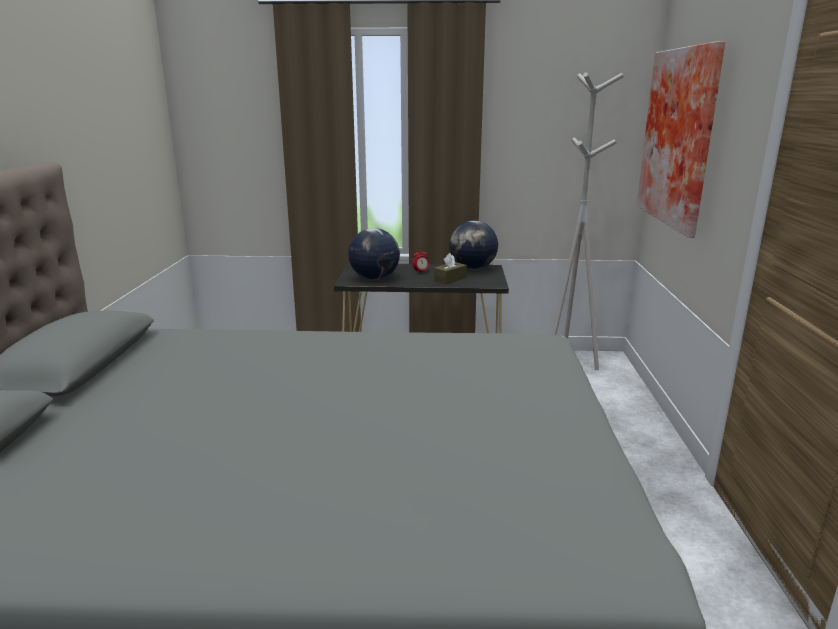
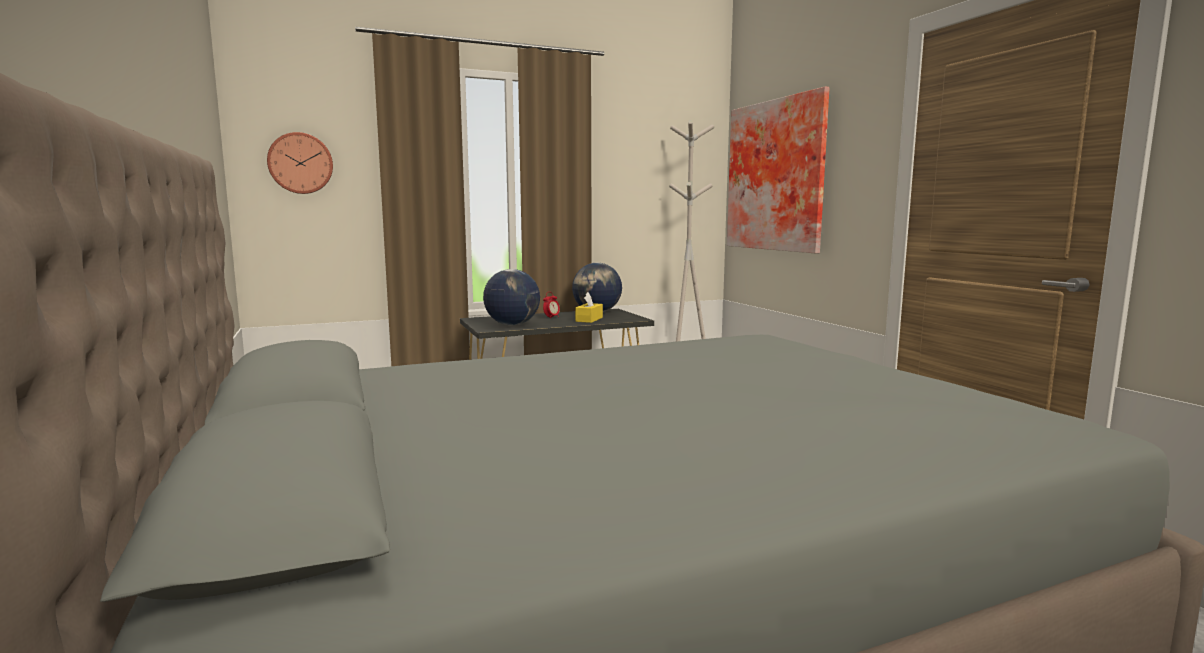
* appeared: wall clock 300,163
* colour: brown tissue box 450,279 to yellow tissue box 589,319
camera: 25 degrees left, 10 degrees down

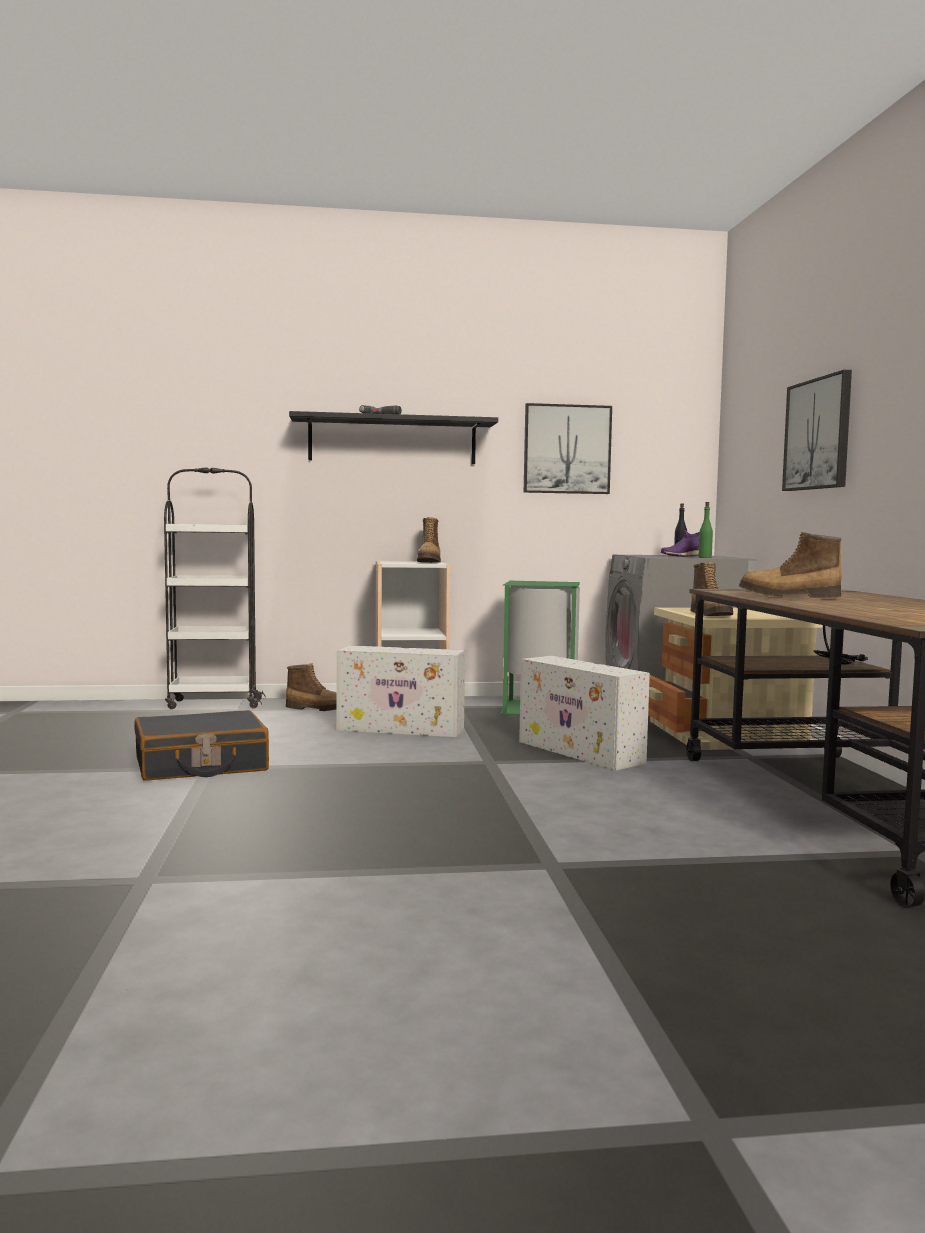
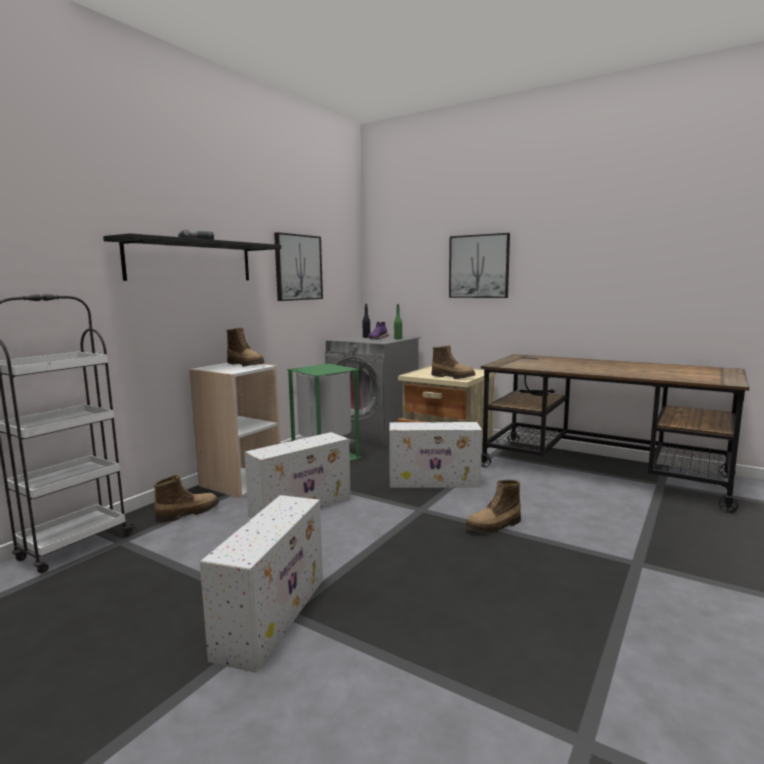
* exchanged: black suitcase 201,765 to white storage box 273,614
* relocated: boot 788,596 to 494,526
camera: 50 degrees left, 5 degrees up

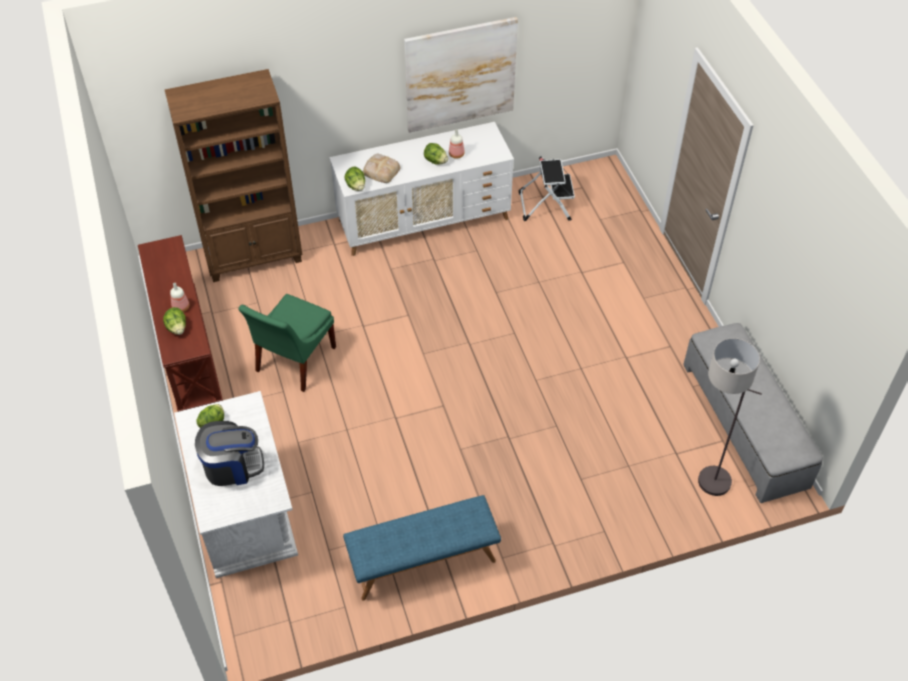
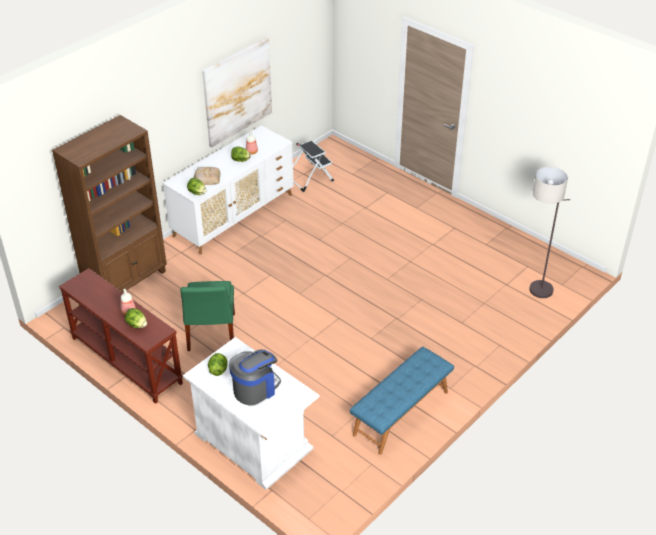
* missing: grey bench 745,425
camera: 30 degrees left, 10 degrees down

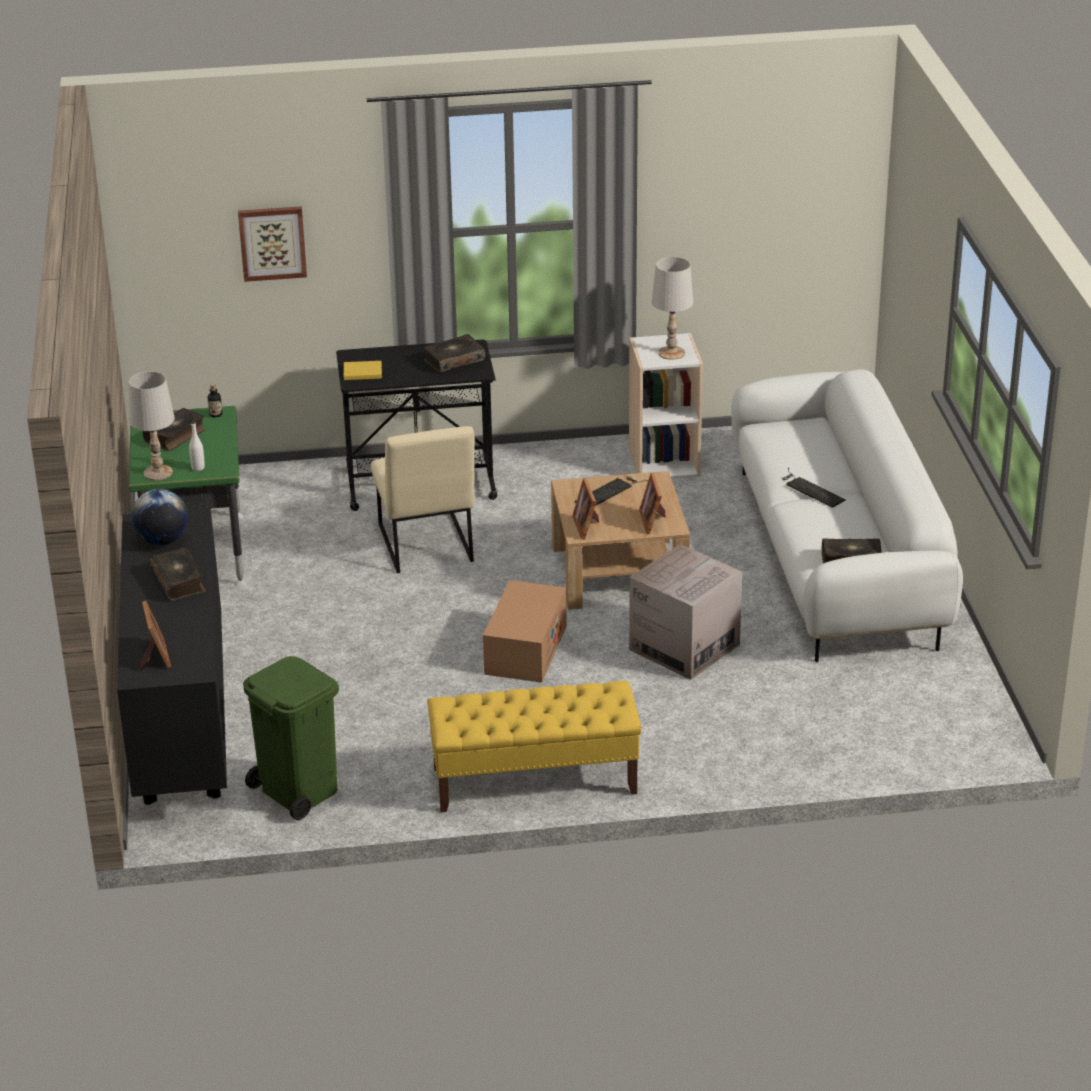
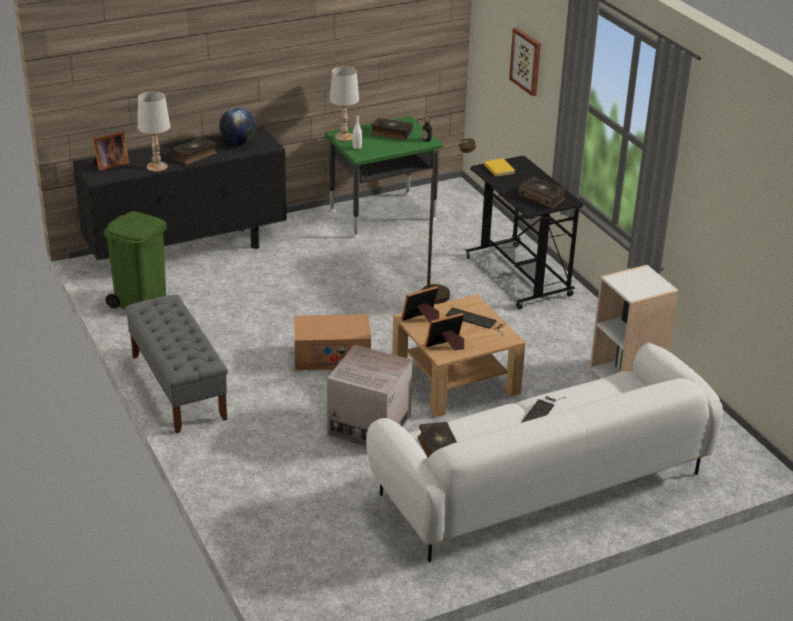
* colour: yellow bench 534,781 to grey bench 178,387
* relocated: white table lamp 671,353 to 157,167
* exchanged: beige chair 425,545 to brown floor lamp 441,293
camera: 70 degrees right, 0 degrees up

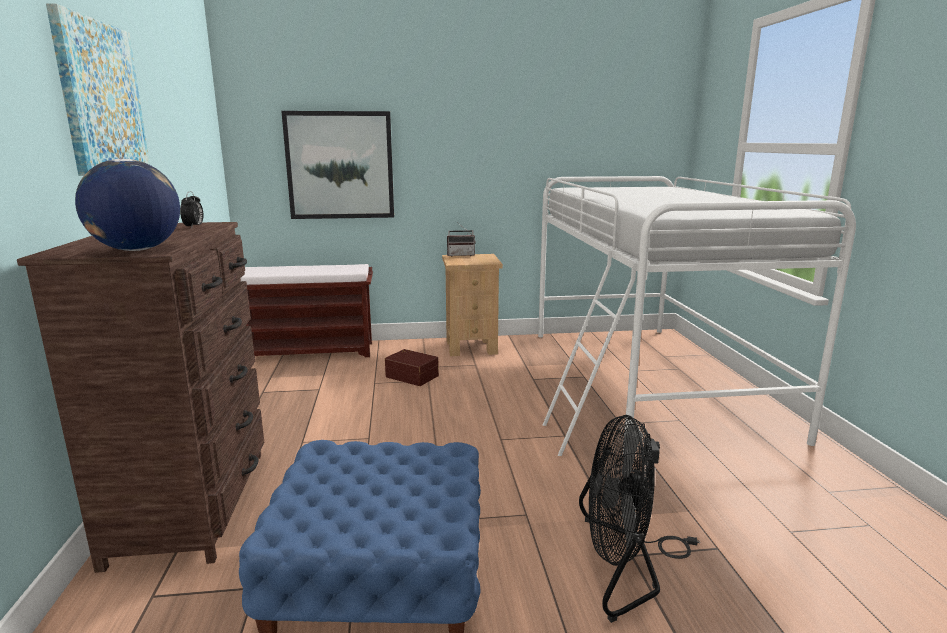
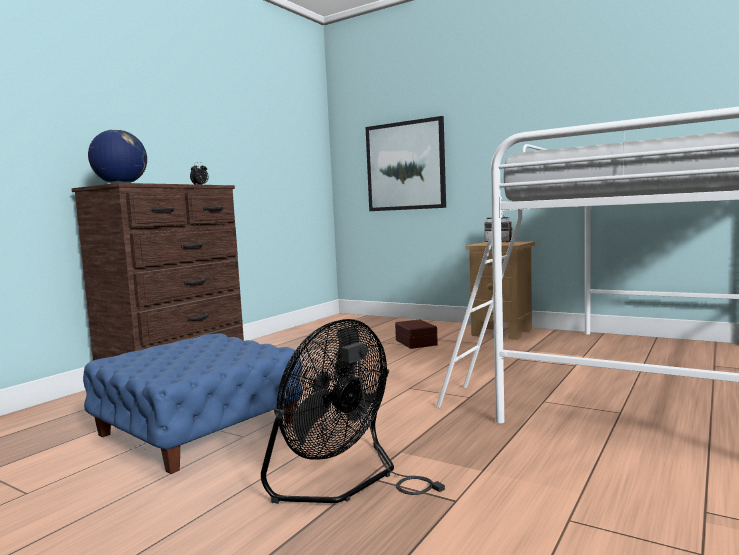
* missing: picture 101,98
* missing: brown bench 311,351
camera: 40 degrees right, 10 degrees down

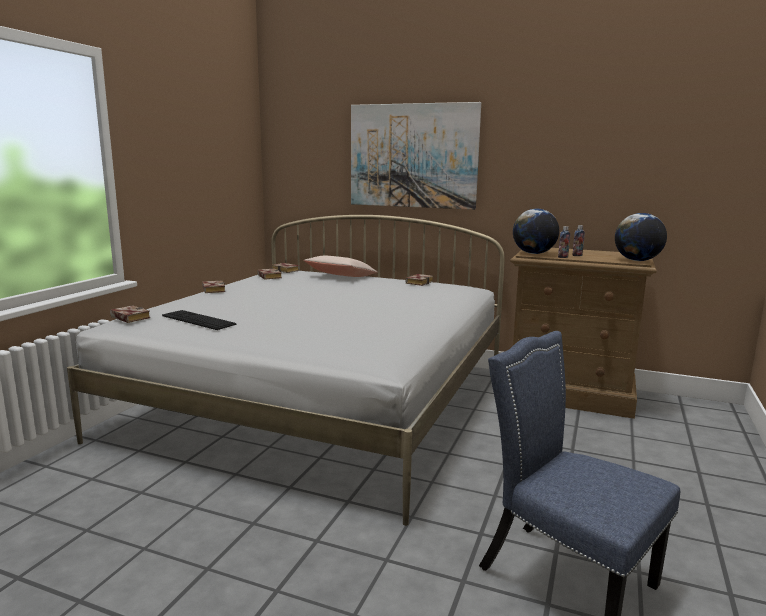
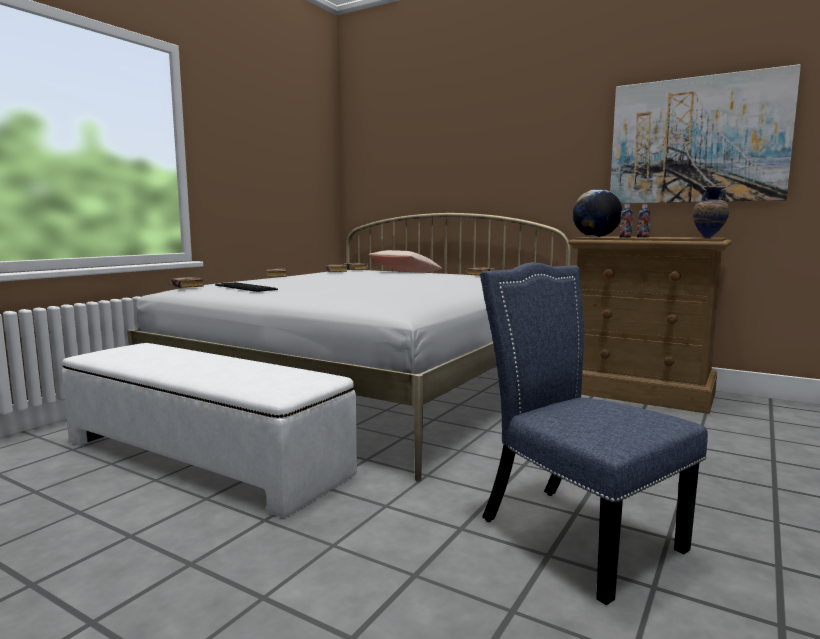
* appeared: white bench 205,457
* relocated: picture 413,156 to 697,140
* exchanged: globe 637,260 to vase 708,238
camera: 10 degrees right, 5 degrees down

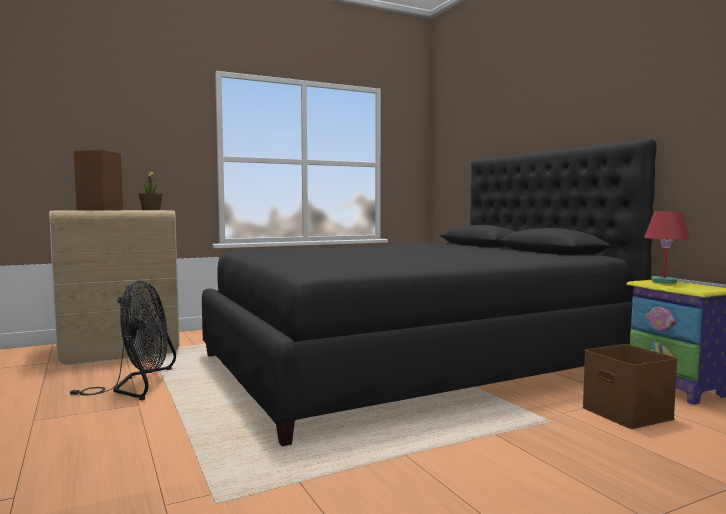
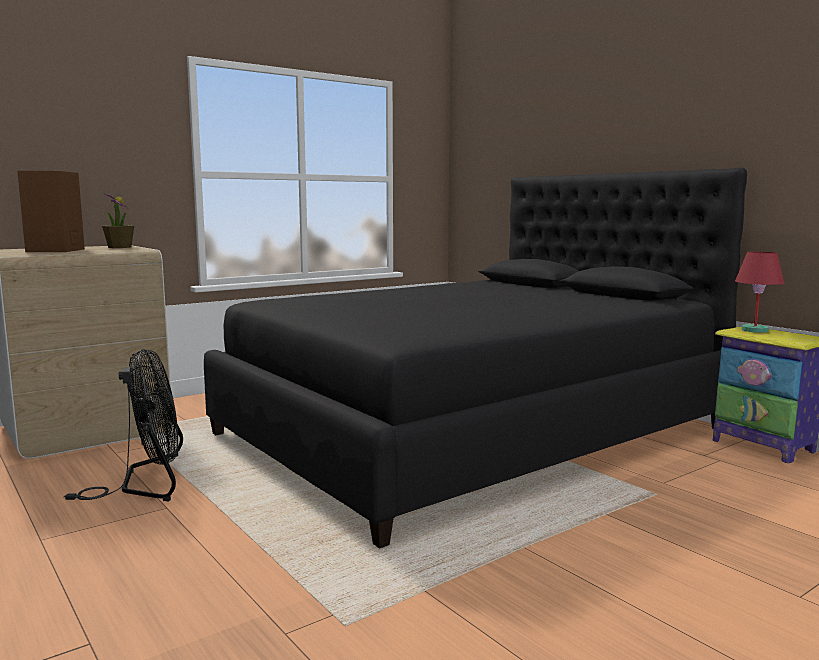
* missing: brown storage box 629,413
camera: 10 degrees left, 5 degrees up

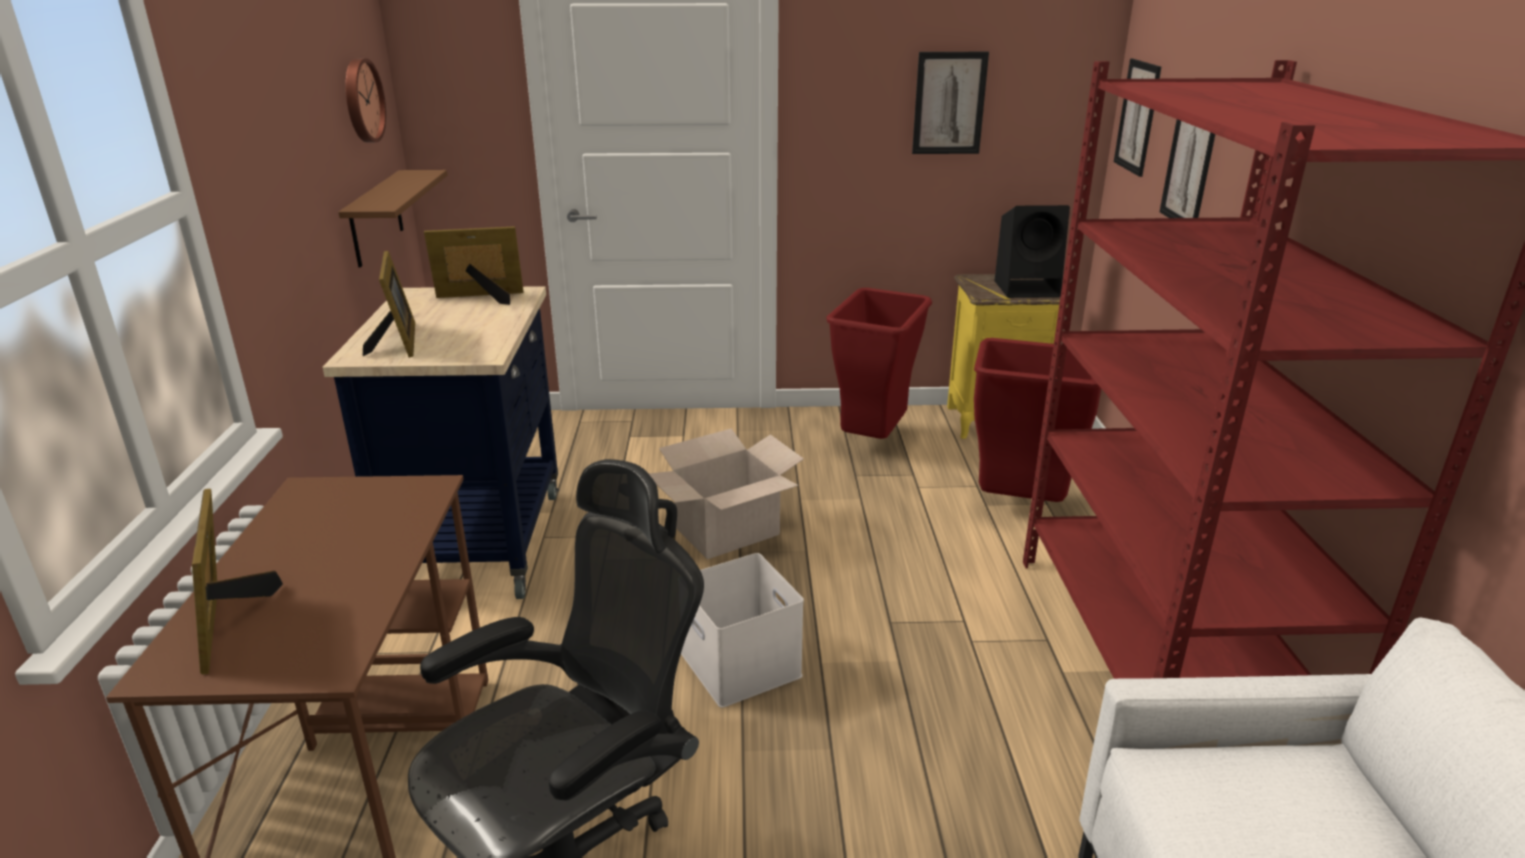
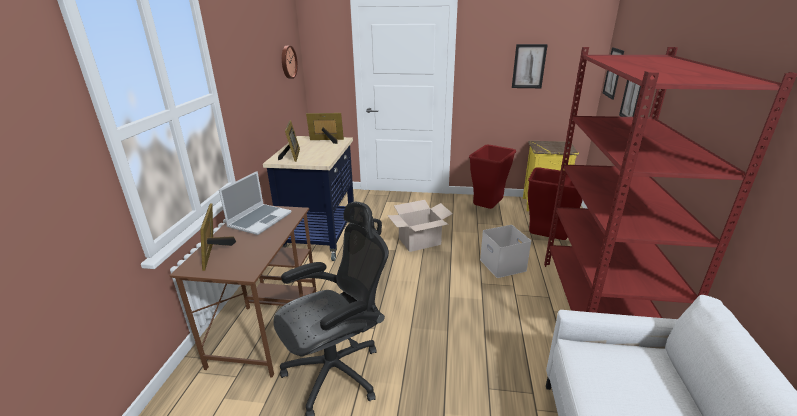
* appeared: laptop 260,220
* relocated: white storage box 743,665 to 504,265
* missing: brown shelf 376,218
* missing: black speaker 1028,289
camera: 10 degrees right, 0 degrees up

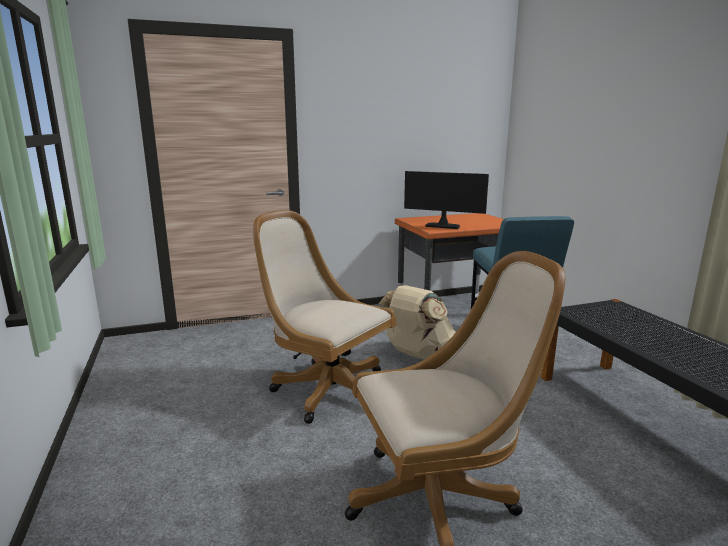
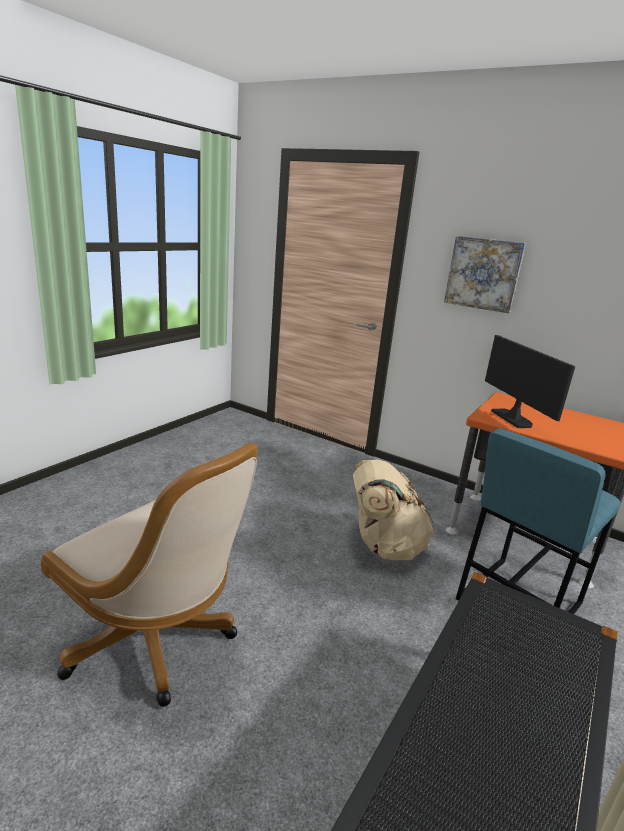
* appeared: picture 483,274
* missing: office chair 324,387
camera: 50 degrees right, 5 degrees up

